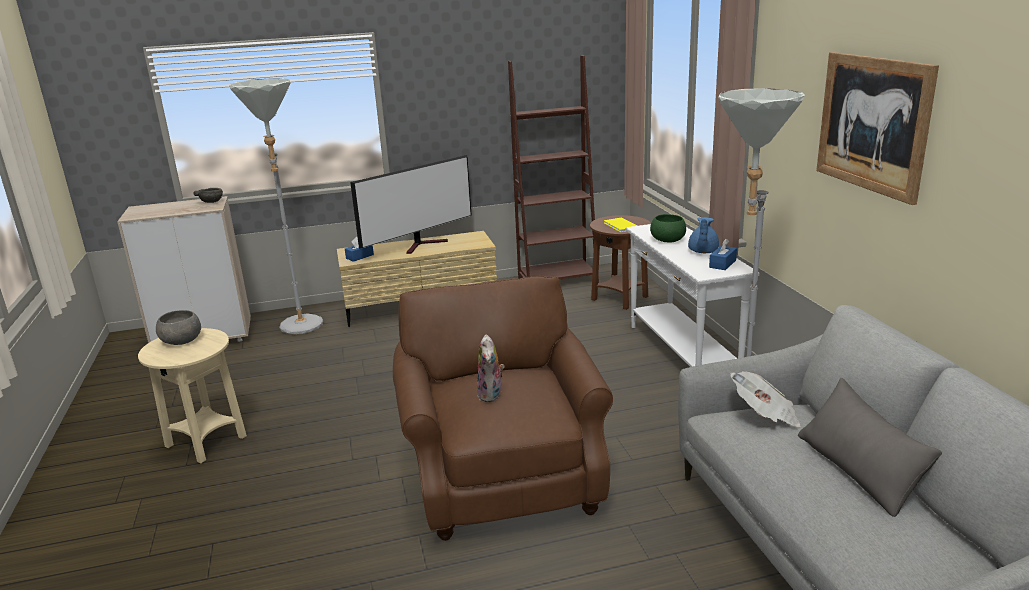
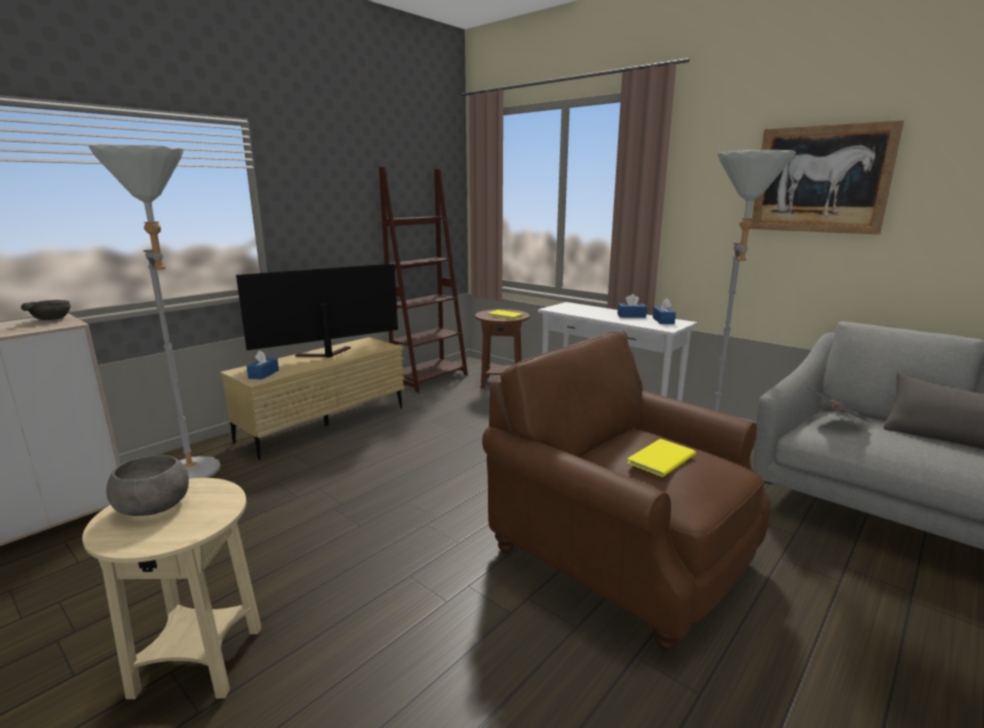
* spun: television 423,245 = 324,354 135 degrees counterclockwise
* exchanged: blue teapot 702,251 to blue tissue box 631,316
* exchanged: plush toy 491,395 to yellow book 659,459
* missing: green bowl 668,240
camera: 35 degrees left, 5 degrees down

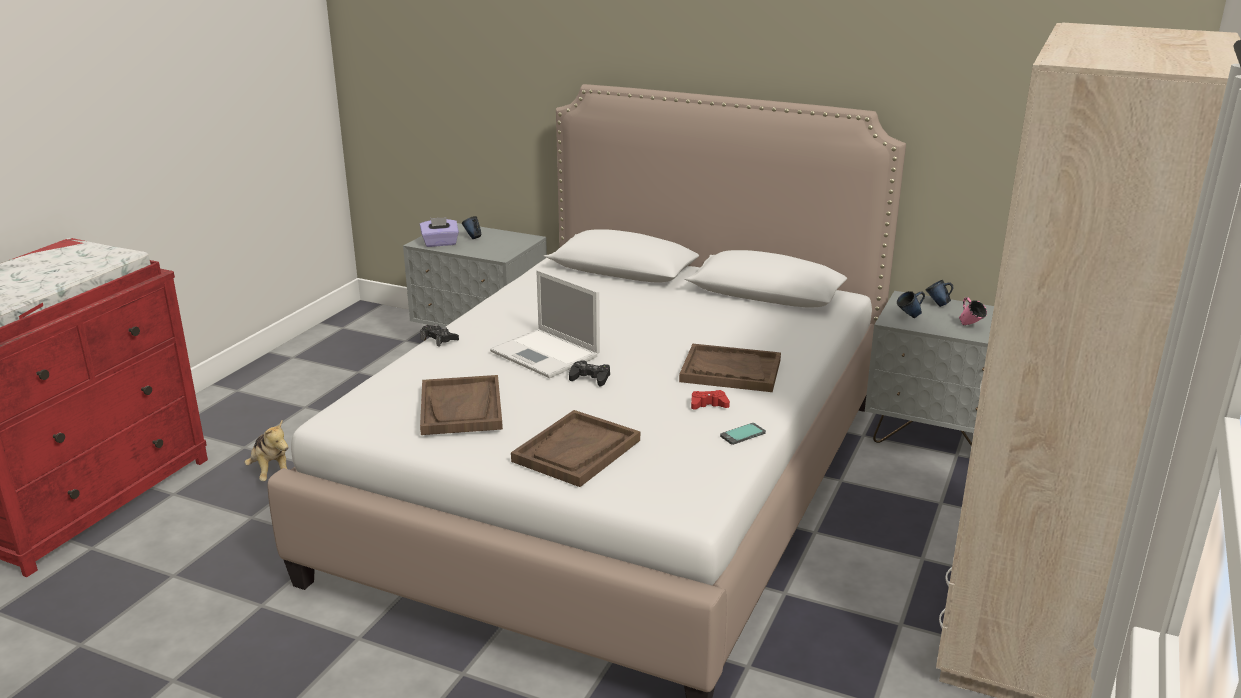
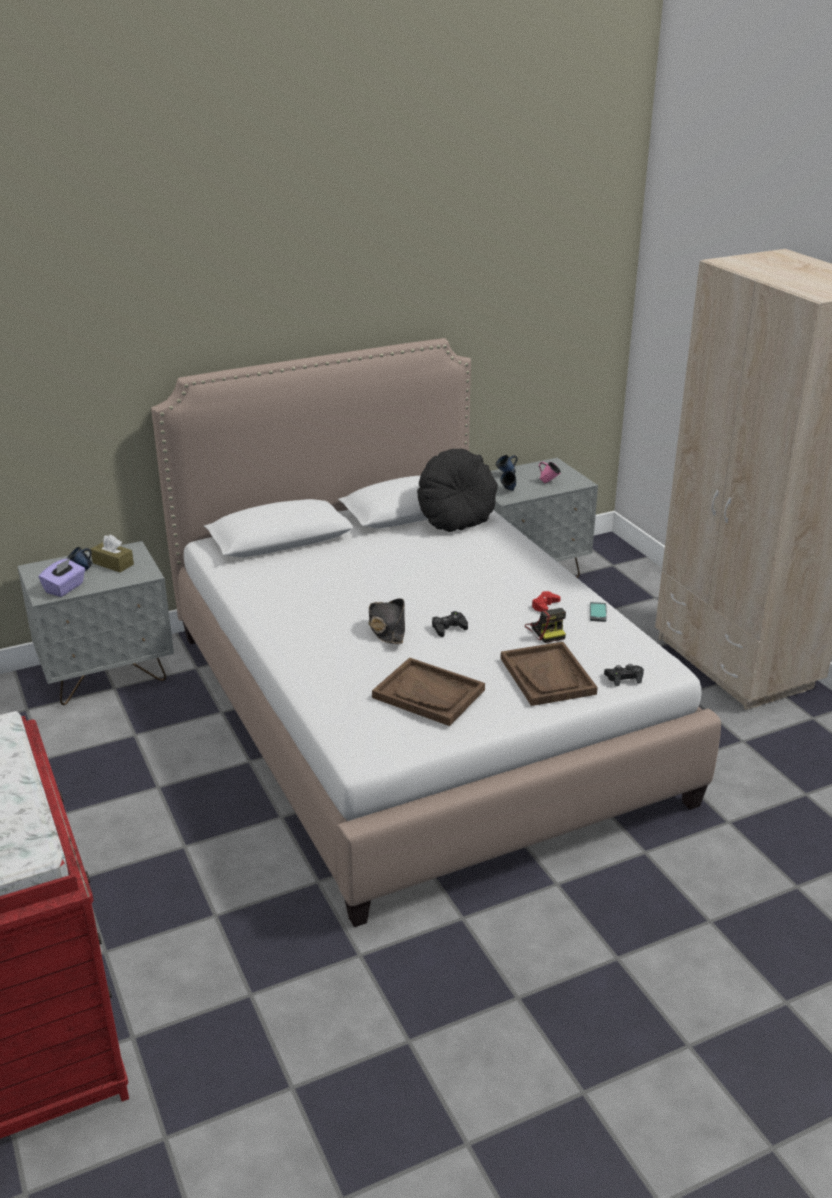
* appeared: brown tissue box 113,564
* exchanged: laptop 546,354 to black hat 387,628
* appeared: black pillow 456,524
* appeared: photo camera 546,631
* relocated: black game controller 439,339 to 624,678
* missing: plush toy 271,472
* missing: brown tray 730,371
camera: 50 degrees left, 5 degrees up

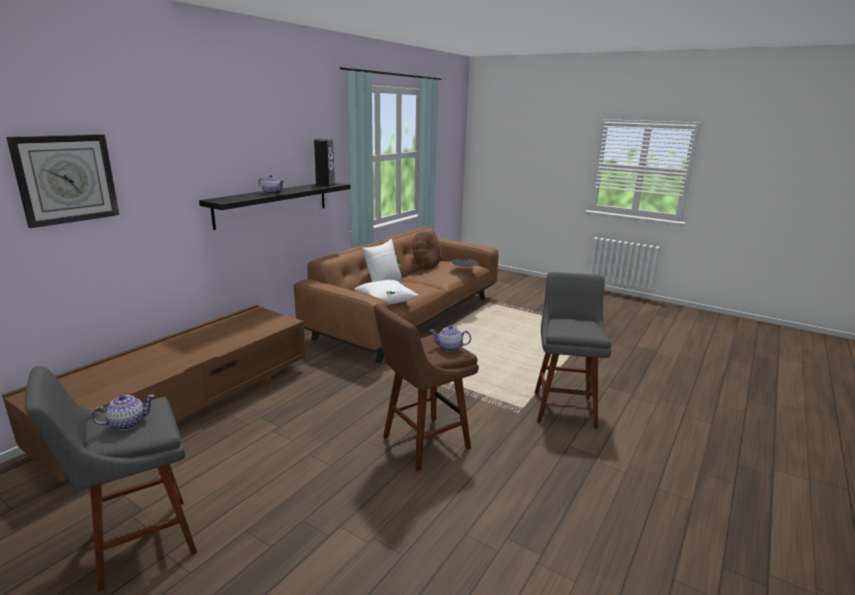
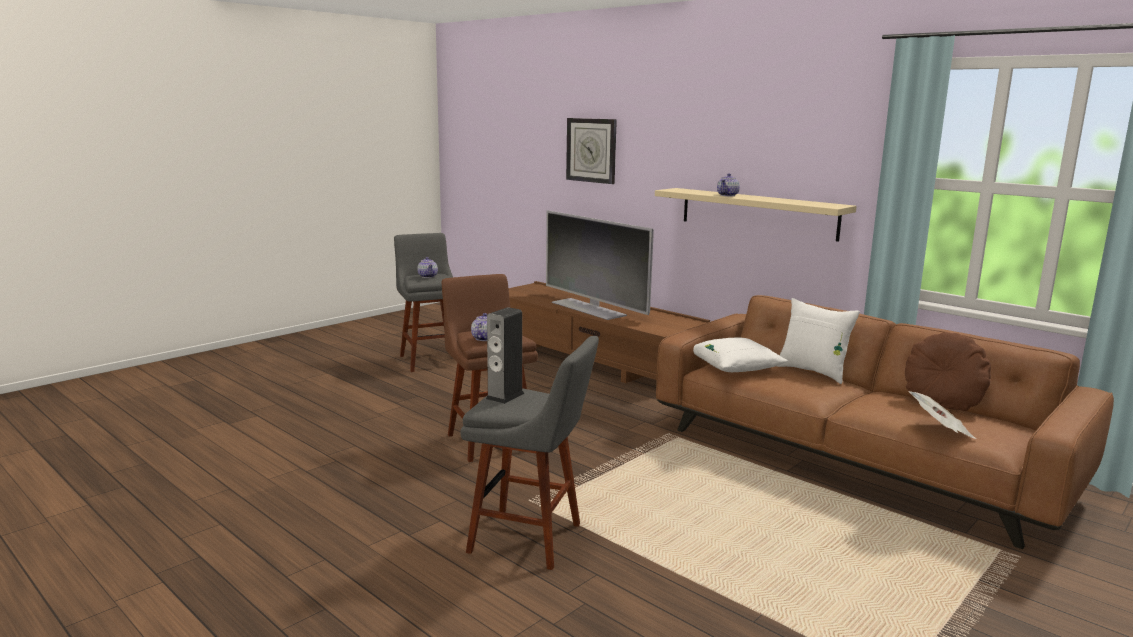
* relocated: speaker 325,185 to 505,396
* appeared: television 589,308
* colour: black shelf 273,203 to beige shelf 757,213
camera: 100 degrees right, 5 degrees down

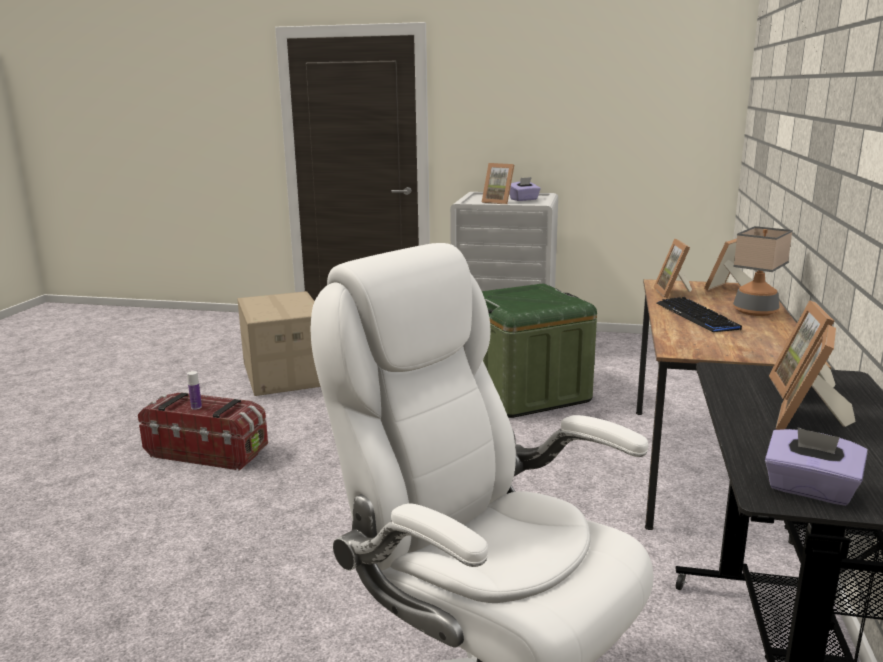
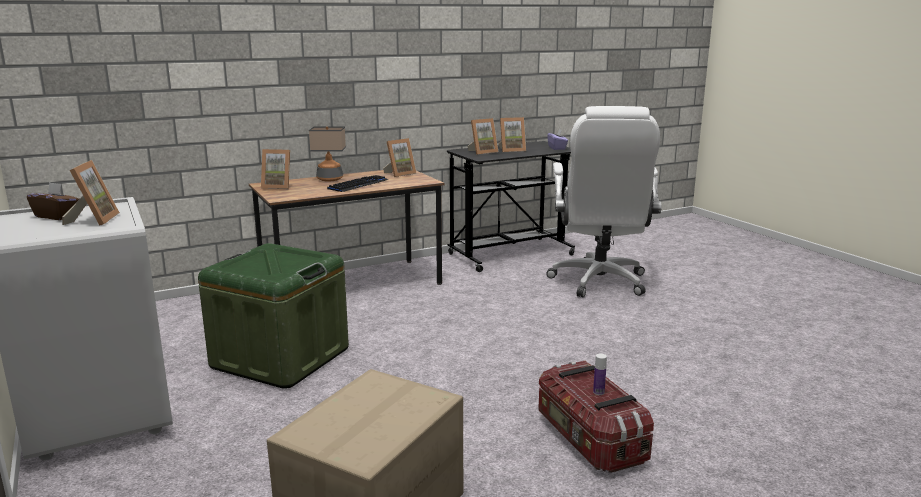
* colour: purple tissue box 524,199 to brown tissue box 57,216
* relocated: picture frame 674,293 to 399,174
camera: 130 degrees left, 0 degrees up

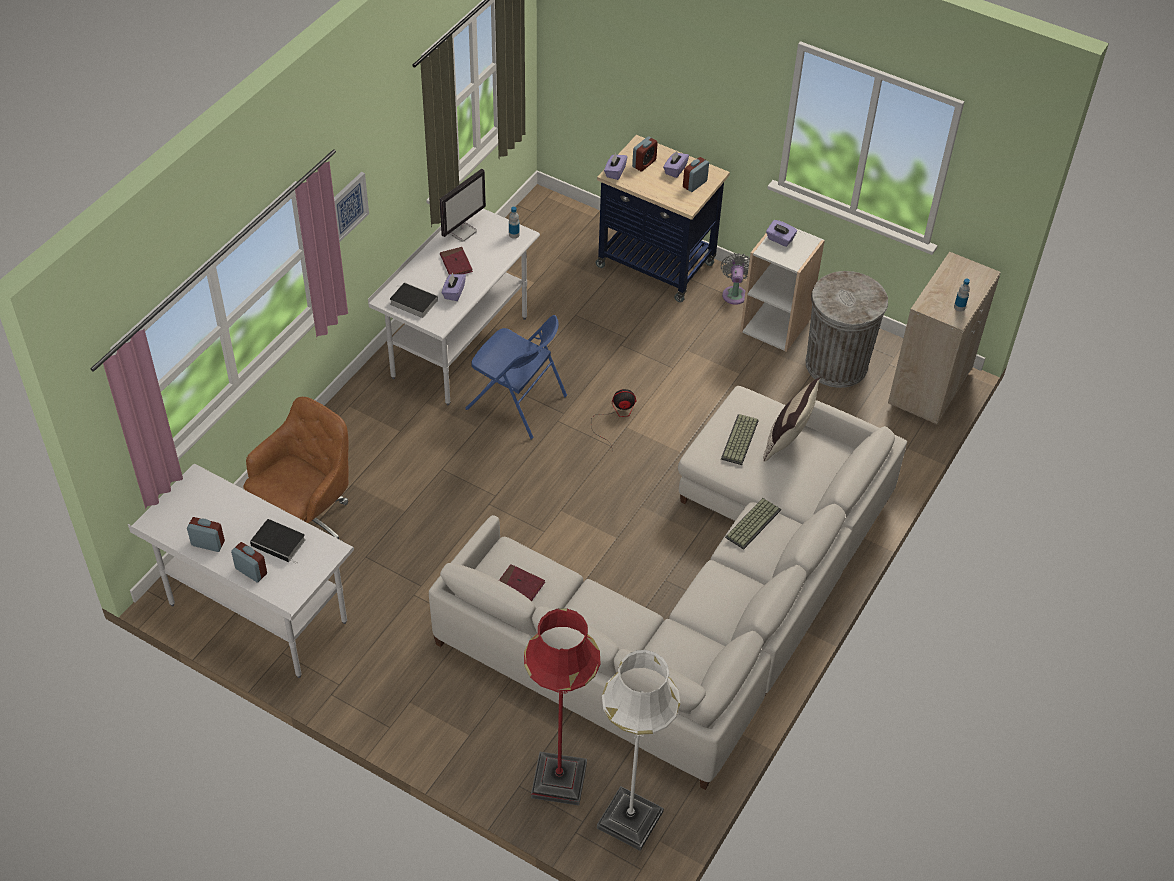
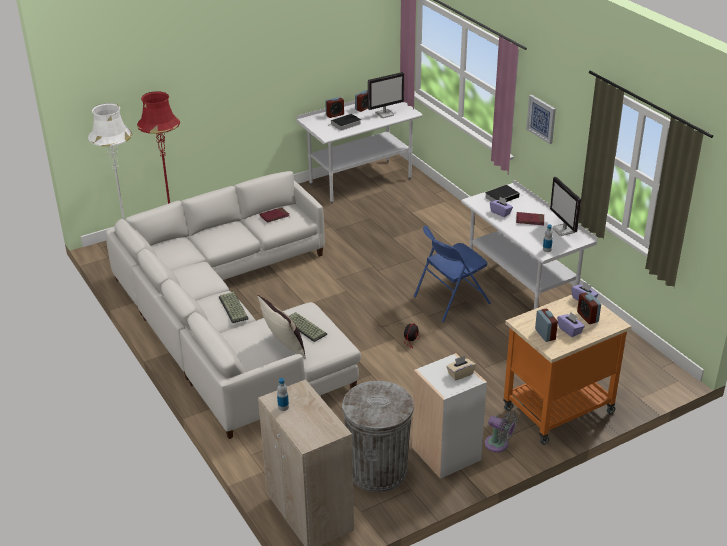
* appeared: monitor 384,114
* colour: purple tissue box 780,239 to beige tissue box 460,374
* colour: blue cart 656,266 to orange cart 558,412
* missing: brown office chair 307,522
camera: 120 degrees right, 15 degrees down

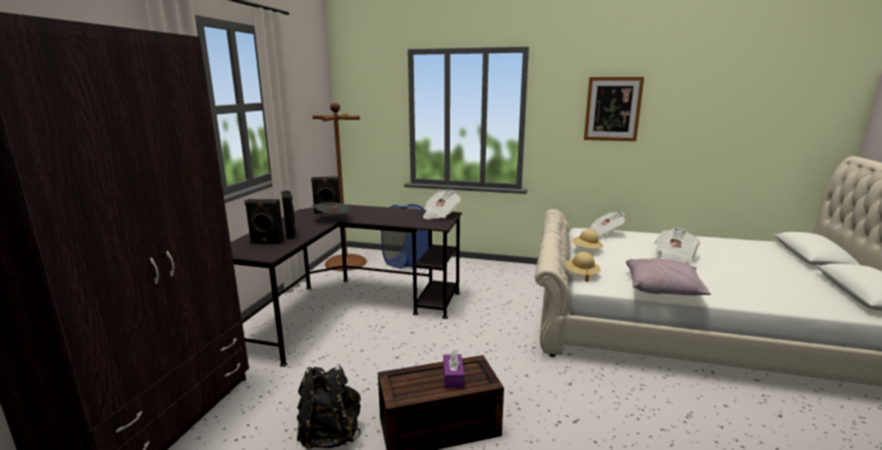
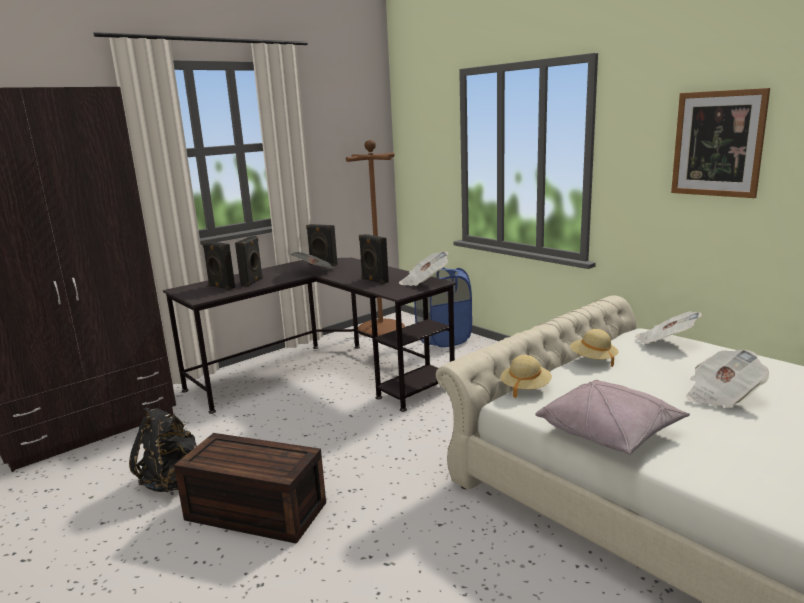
* appeared: black speaker 374,281
* missing: purple tissue box 453,377
camera: 35 degrees right, 0 degrees up

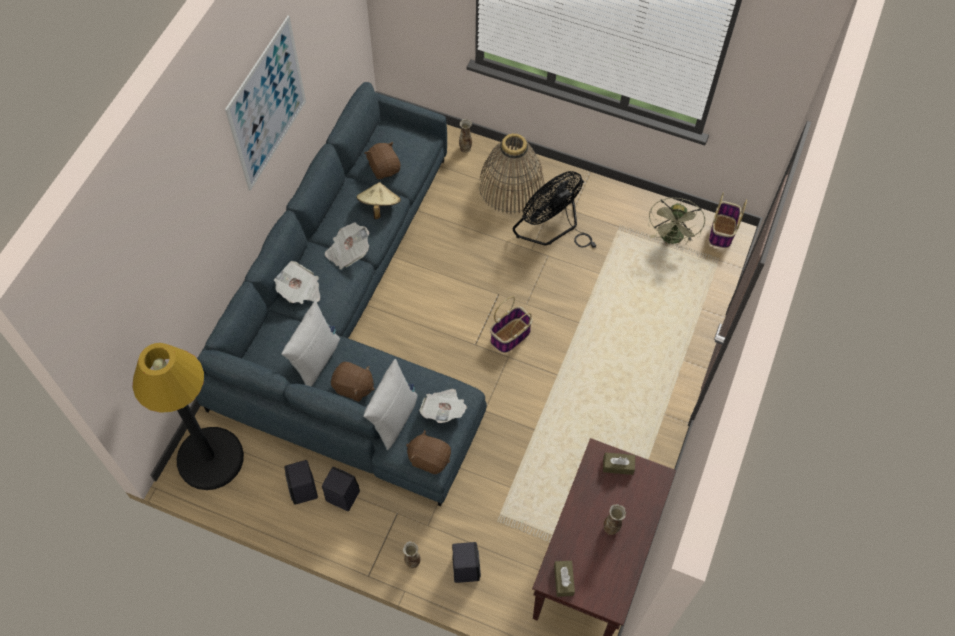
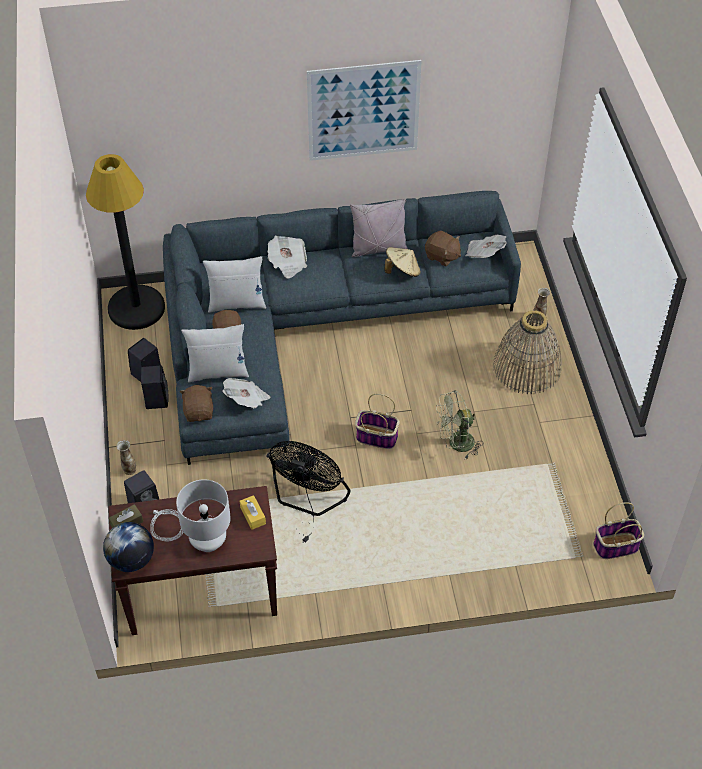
* appeared: globe 131,560
* exchanged: vase 611,528 to white table lamp 192,535
* colour: brown tissue box 618,466 to yellow tissue box 253,516
* relocated: black fan 556,228 to 305,502
* appeared: purple pillow 378,248
* spun: brown plush toy 384,168 = 442,256 90 degrees clockwise
* relocated: green fan 672,239 to 456,444
* relocated: newspaper 348,252 to 484,253
camera: 60 degrees right, 10 degrees down

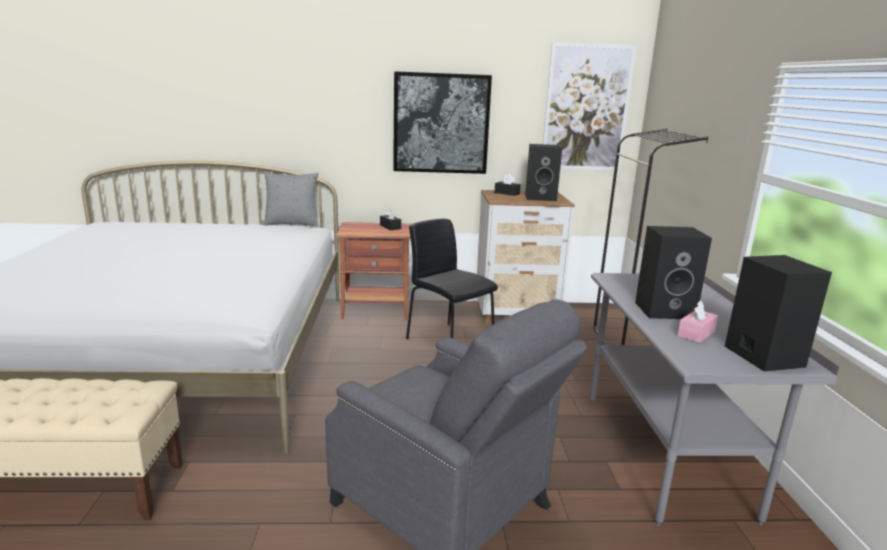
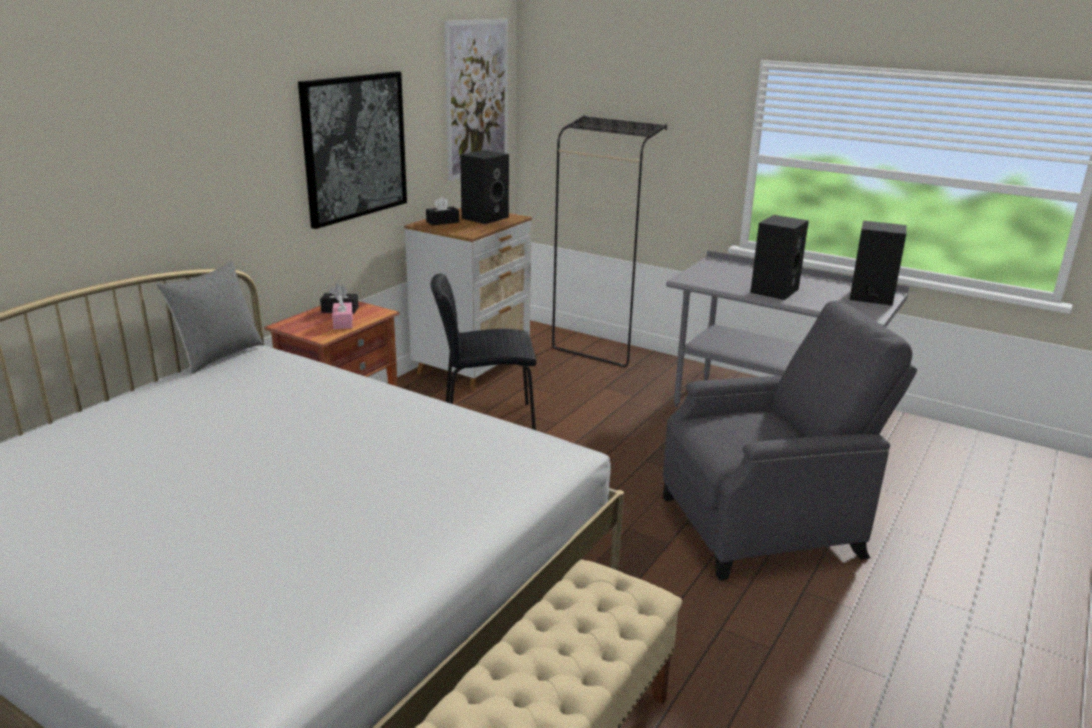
* relocated: pink tissue box 696,333 to 343,322
camera: 55 degrees left, 5 degrees up

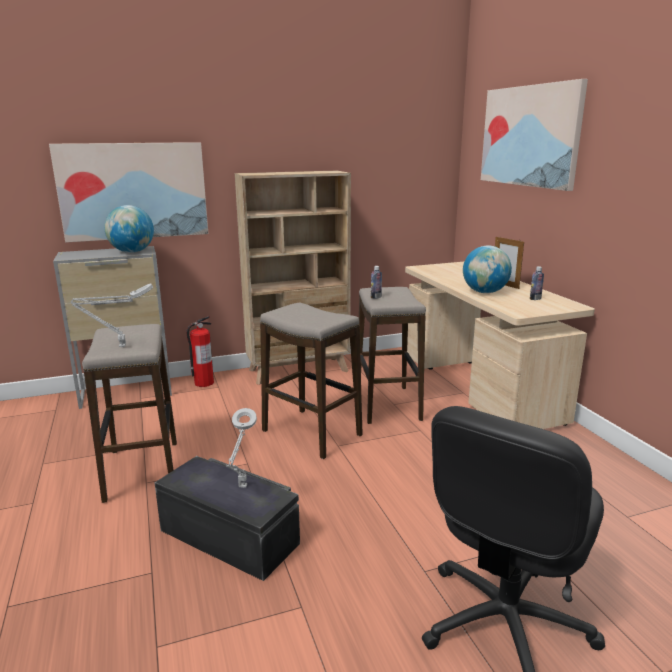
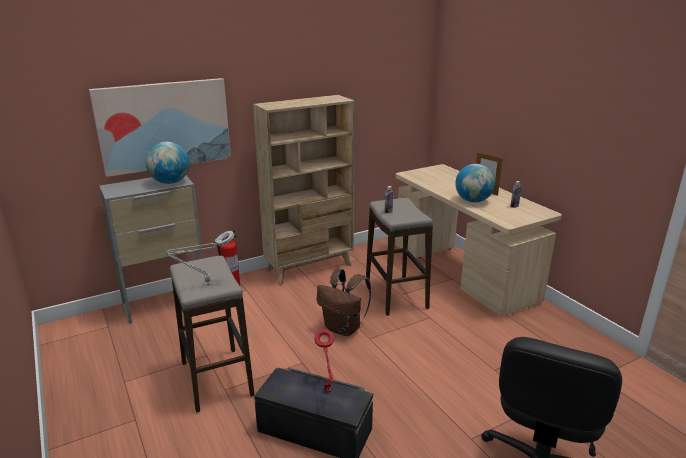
* colour: grey table lamp 242,488 to red table lamp 327,392
* exchanged: stool 311,433 to brown backpack 344,328
* missing: picture 530,136
camera: 10 degrees left, 5 degrees up

